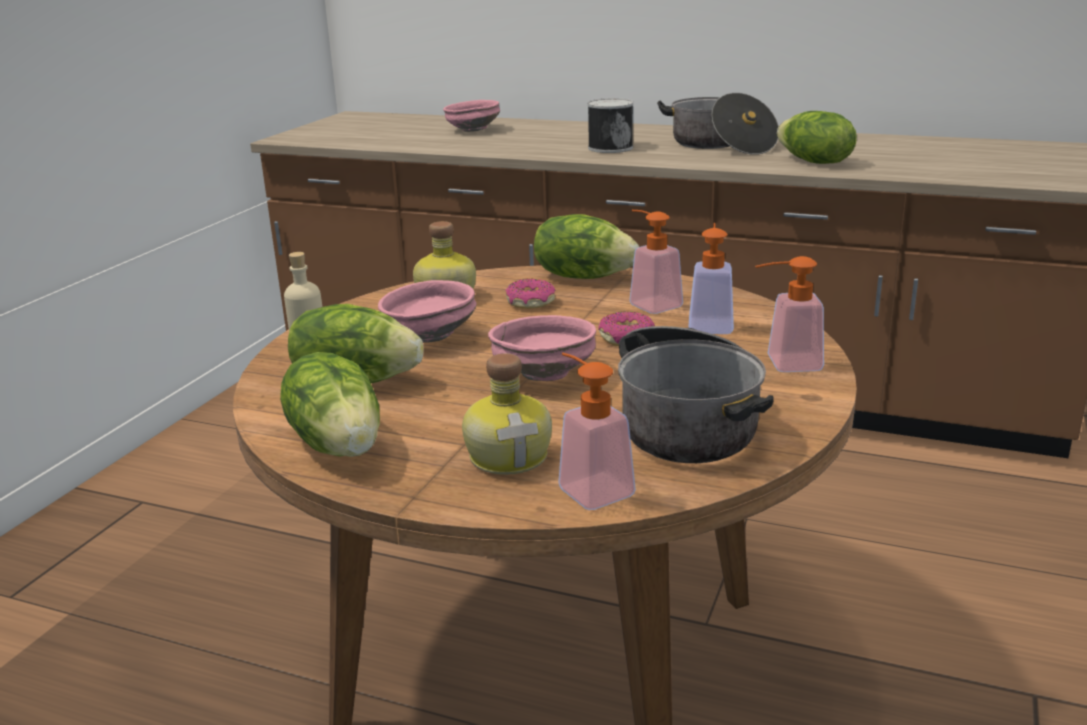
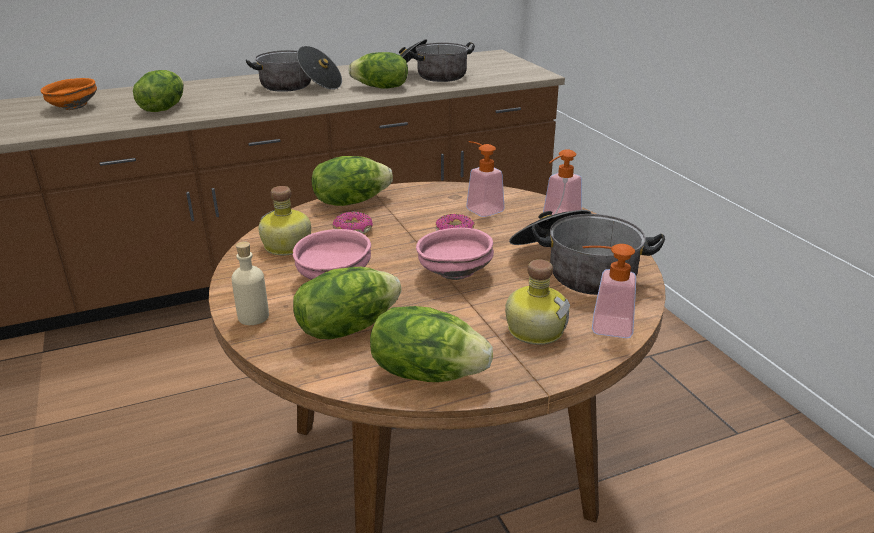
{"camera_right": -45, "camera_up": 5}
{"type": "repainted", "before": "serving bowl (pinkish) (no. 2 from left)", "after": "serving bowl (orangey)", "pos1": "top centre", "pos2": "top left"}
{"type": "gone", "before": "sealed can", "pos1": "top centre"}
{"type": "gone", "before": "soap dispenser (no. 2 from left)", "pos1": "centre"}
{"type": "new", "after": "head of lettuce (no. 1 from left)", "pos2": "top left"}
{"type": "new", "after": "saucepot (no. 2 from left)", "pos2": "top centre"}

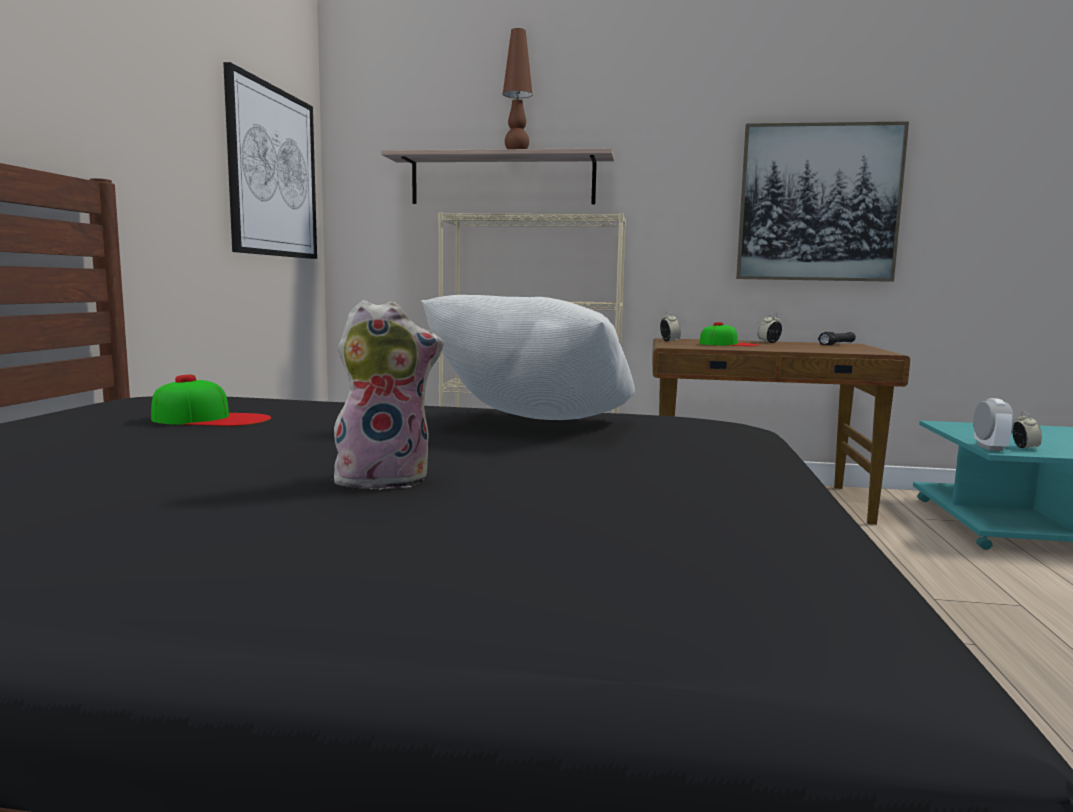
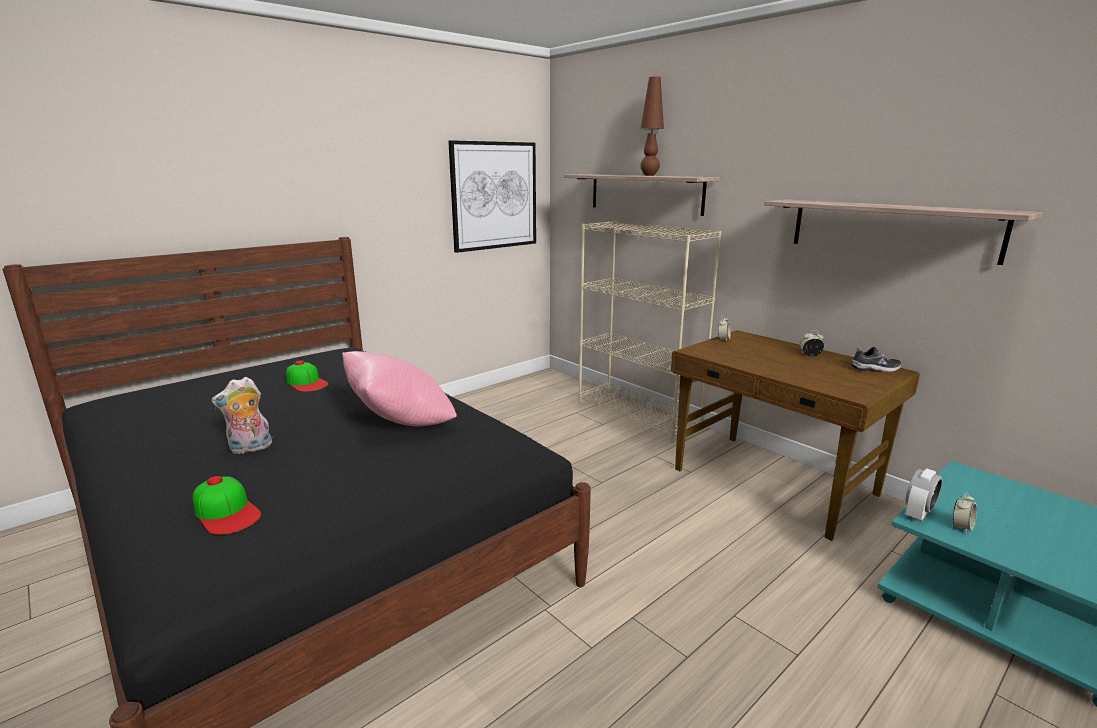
{"camera_right": 40, "camera_up": 10}
{"type": "rotated", "before": "soft toy", "pos1": "centre", "pos2": "middle left", "turn": 120}
{"type": "repainted", "before": "throw pillow (whitish)", "after": "throw pillow (pinkish)", "pos1": "centre", "pos2": "centre"}
{"type": "shifted", "before": "peaked cap (no. 2 from left in the first image)", "after": "peaked cap (no. 1 from left)", "pos1": "middle right", "pos2": "bottom left"}
{"type": "swapped", "before": "wall art (no. 2 from left)", "after": "shelf (no. 2 from left)", "pos1": "top right", "pos2": "top right"}
{"type": "swapped", "before": "flashlight (blackish)", "after": "item of footwear", "pos1": "middle right", "pos2": "middle right"}

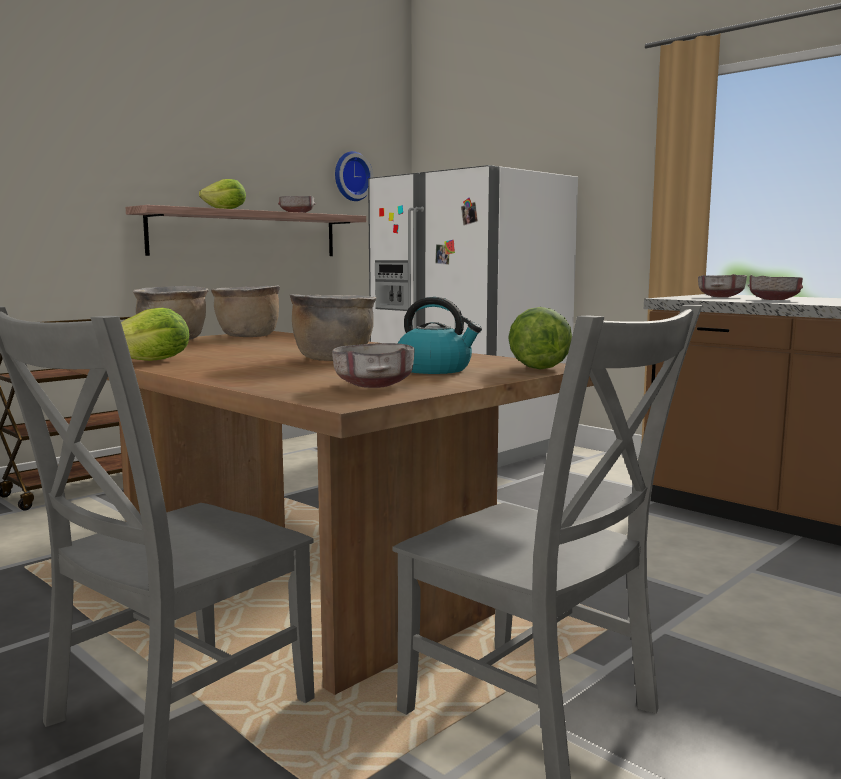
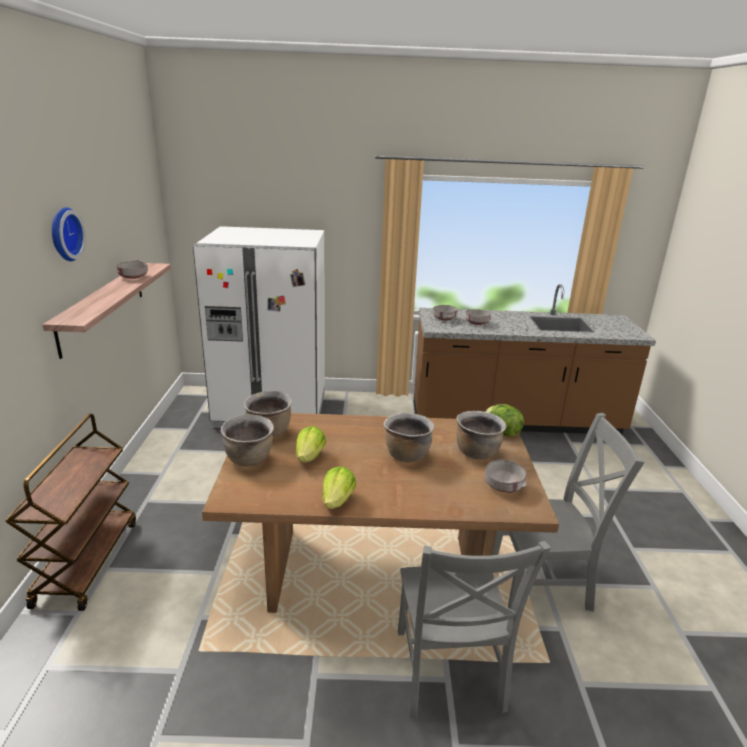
{"camera_right": -45, "camera_up": 15}
{"type": "shifted", "before": "head of lettuce (no. 2 from left in the first image)", "after": "head of lettuce (no. 1 from left)", "pos1": "top left", "pos2": "centre"}
{"type": "shifted", "before": "clock on the wall", "pos1": "top centre", "pos2": "top left"}
{"type": "swapped", "before": "water kettle", "after": "saucepot (brown) (no. 4 from left)", "pos1": "centre", "pos2": "centre"}

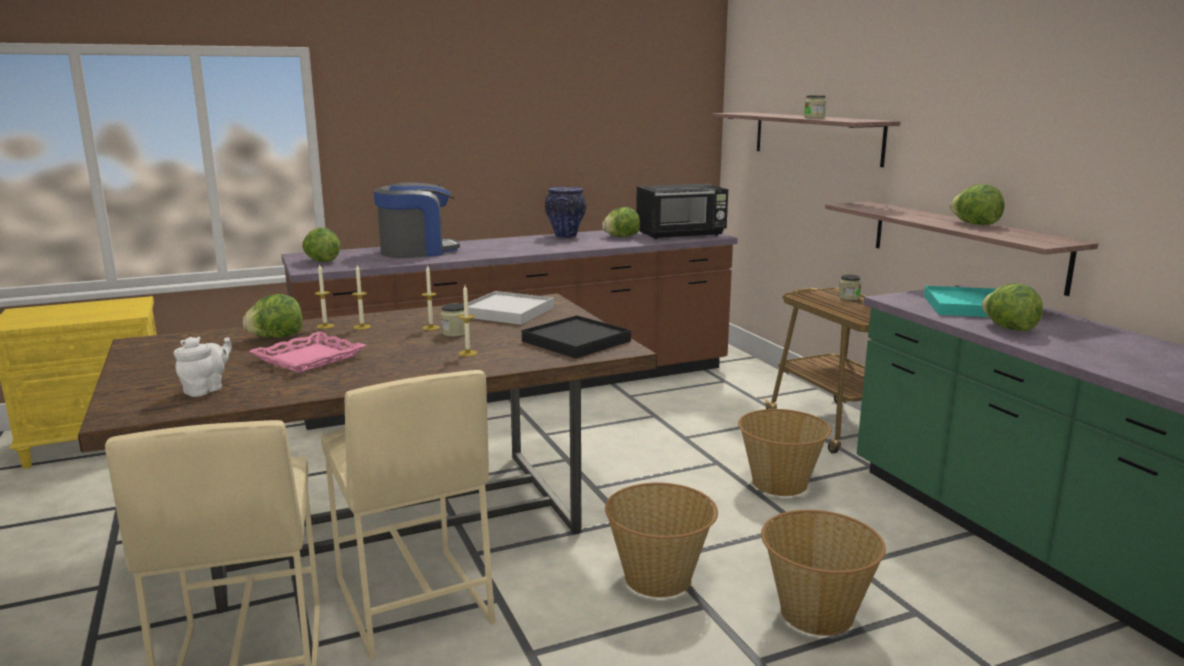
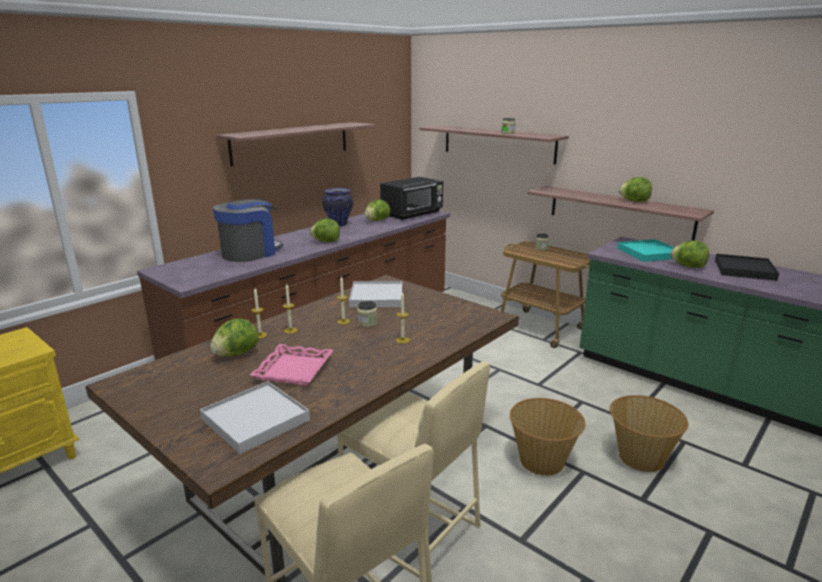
{"camera_right": -25, "camera_up": 5}
{"type": "swapped", "before": "pot for tea (whitish)", "after": "serving tray (whitish) (no. 1 from left)", "pos1": "middle left", "pos2": "bottom left"}
{"type": "shifted", "before": "head of lettuce (no. 2 from left)", "pos1": "middle left", "pos2": "centre"}
{"type": "shifted", "before": "serving tray (blackish)", "pos1": "centre", "pos2": "middle right"}
{"type": "gone", "before": "basket (no. 2 from left)", "pos1": "bottom centre"}
{"type": "new", "after": "shelf (no. 1 from left)", "pos2": "top centre"}

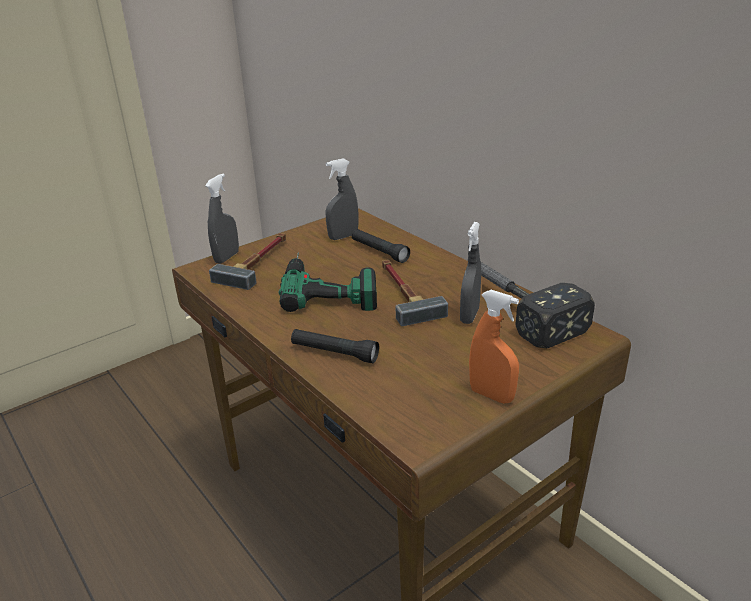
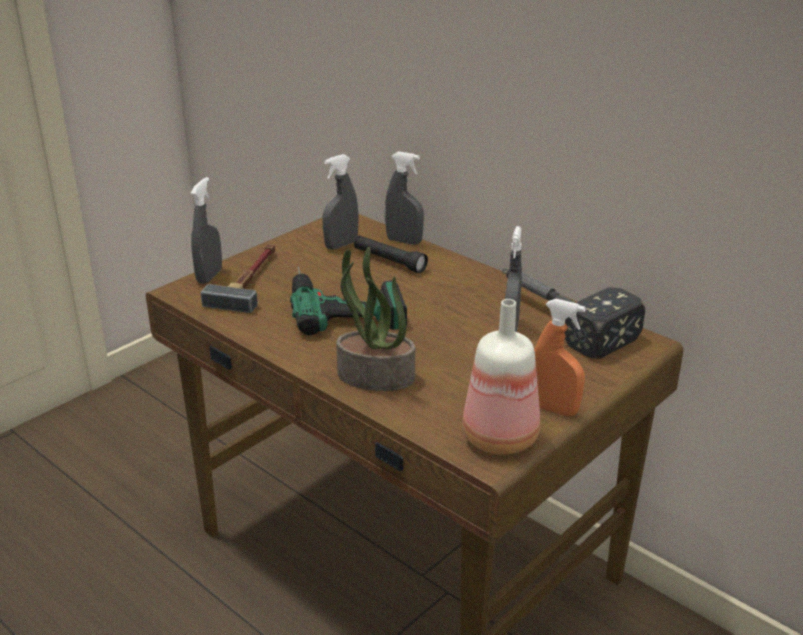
{"camera_right": -10, "camera_up": 0}
{"type": "swapped", "before": "flashlight (blackish) (no. 1 from left)", "after": "houseplant", "pos1": "centre", "pos2": "centre"}
{"type": "gone", "before": "hammer (no. 2 from left)", "pos1": "centre"}
{"type": "new", "after": "spray bottle (grey) (no. 3 from left)", "pos2": "top centre"}
{"type": "new", "after": "beverage bottle", "pos2": "centre"}

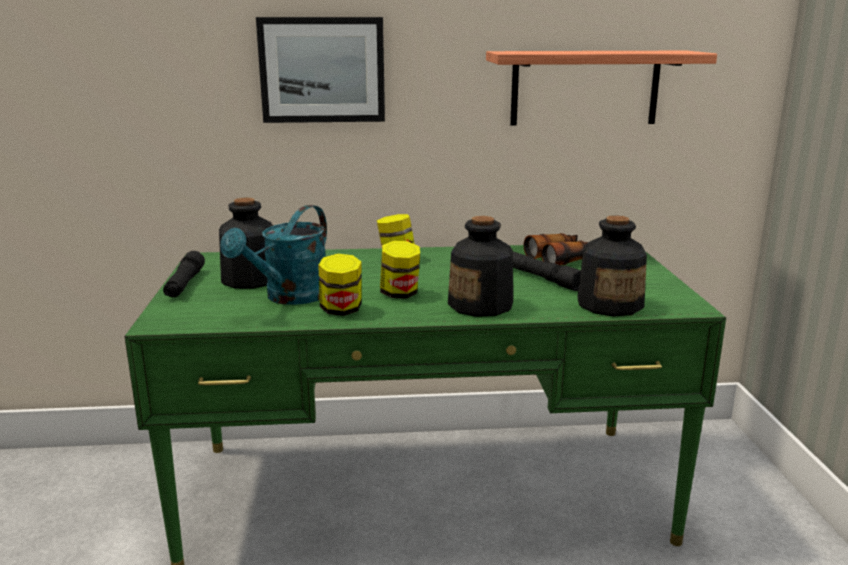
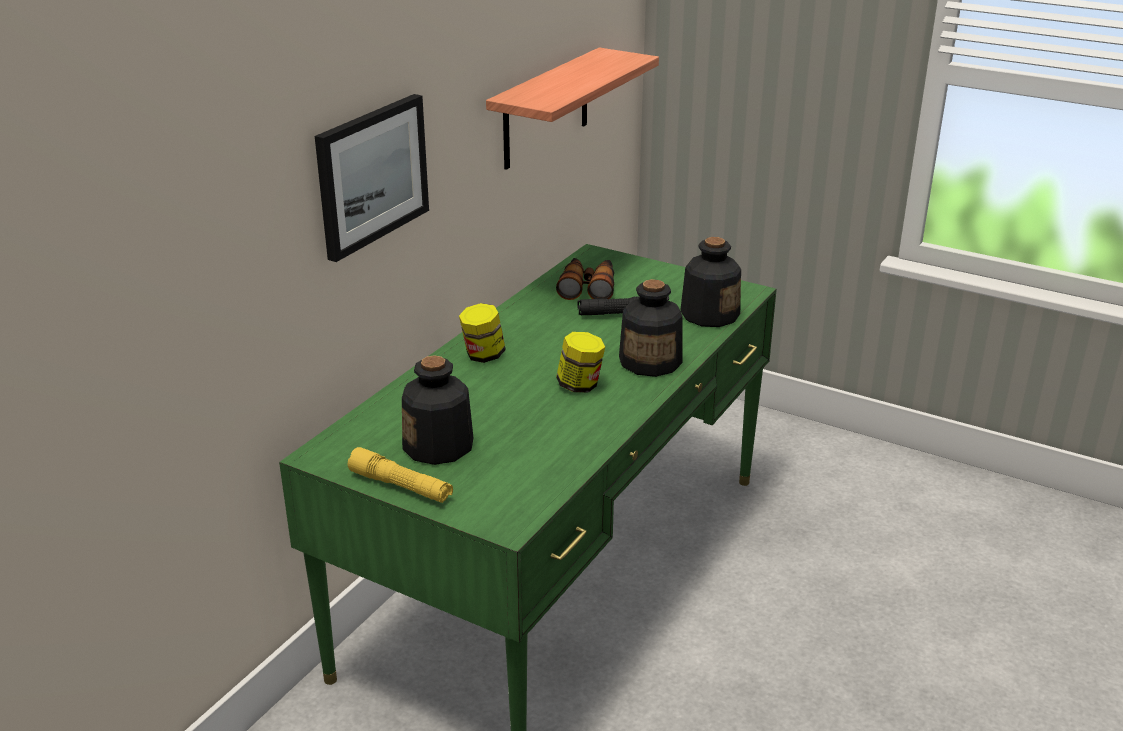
{"camera_right": -55, "camera_up": 10}
{"type": "repainted", "before": "flashlight (blackish) (no. 1 from left)", "after": "flashlight (yellow)", "pos1": "middle left", "pos2": "centre"}
{"type": "gone", "before": "watering can (turquoise)", "pos1": "middle left"}
{"type": "gone", "before": "storage jar (no. 1 from left)", "pos1": "centre"}

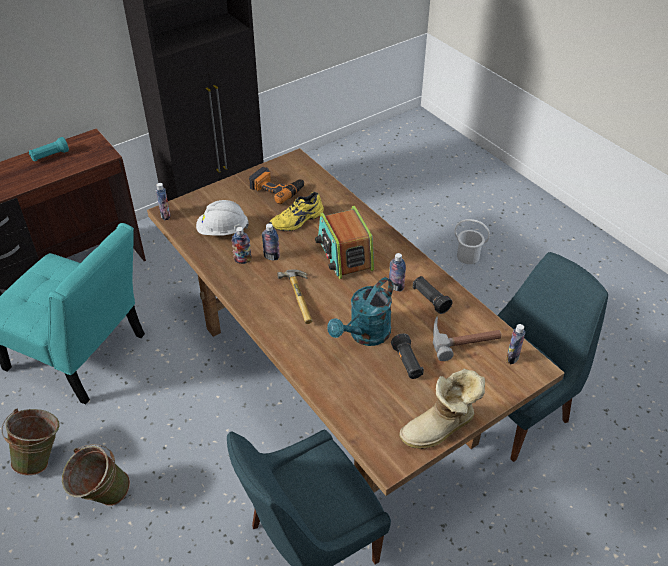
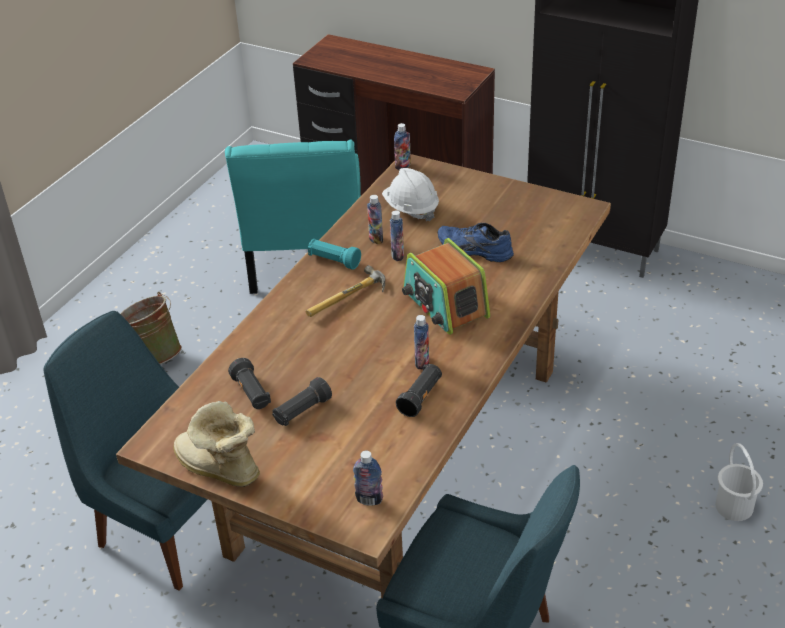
{"camera_right": 65, "camera_up": -5}
{"type": "gone", "before": "bucket (green-coloured) (no. 1 from left)", "pos1": "bottom left"}
{"type": "shifted", "before": "flashlight (turquoise)", "pos1": "top left", "pos2": "centre"}
{"type": "gone", "before": "electric drill", "pos1": "top centre"}
{"type": "repainted", "before": "item of footwear (yellow)", "after": "item of footwear (blue-coloured)", "pos1": "centre", "pos2": "centre"}
{"type": "rotated", "before": "radio set", "pos1": "centre", "pos2": "centre", "turn": -75}
{"type": "gone", "before": "watering can (turquoise)", "pos1": "centre"}
{"type": "gone", "before": "hammer (no. 2 from left)", "pos1": "middle right"}
{"type": "new", "after": "flashlight (blackish) (no. 1 from left)", "pos2": "middle left"}

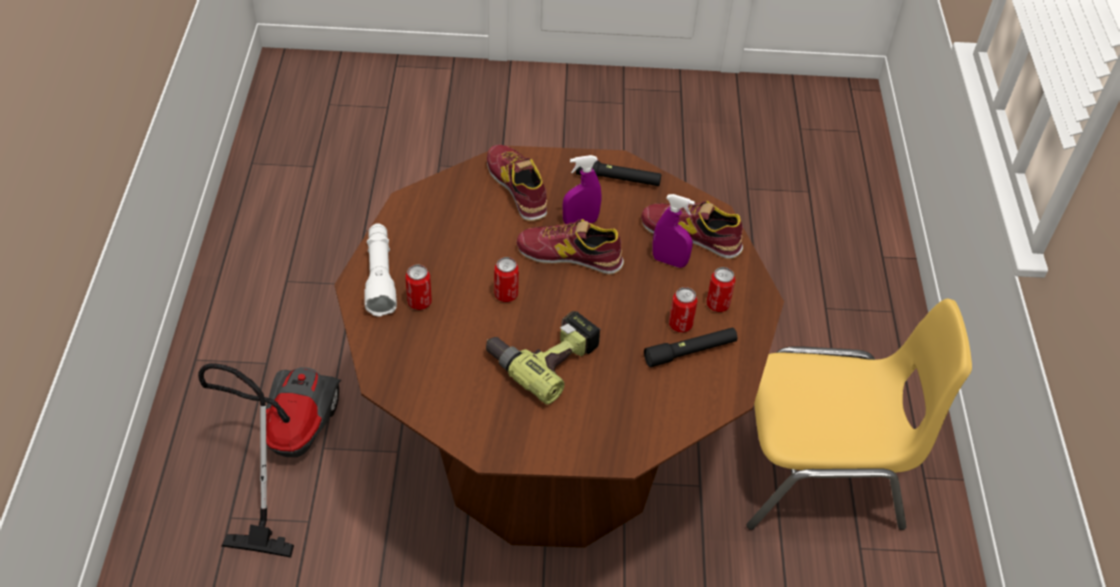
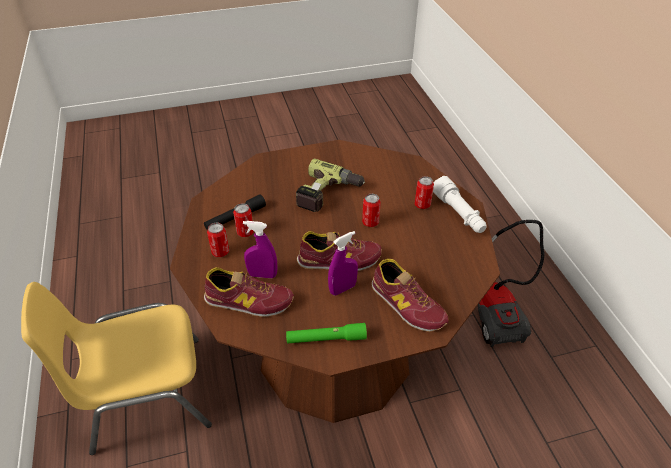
{"camera_right": 165, "camera_up": -5}
{"type": "repainted", "before": "flashlight (blackish) (no. 1 from left)", "after": "flashlight (green-coloured)", "pos1": "top centre", "pos2": "bottom centre"}

